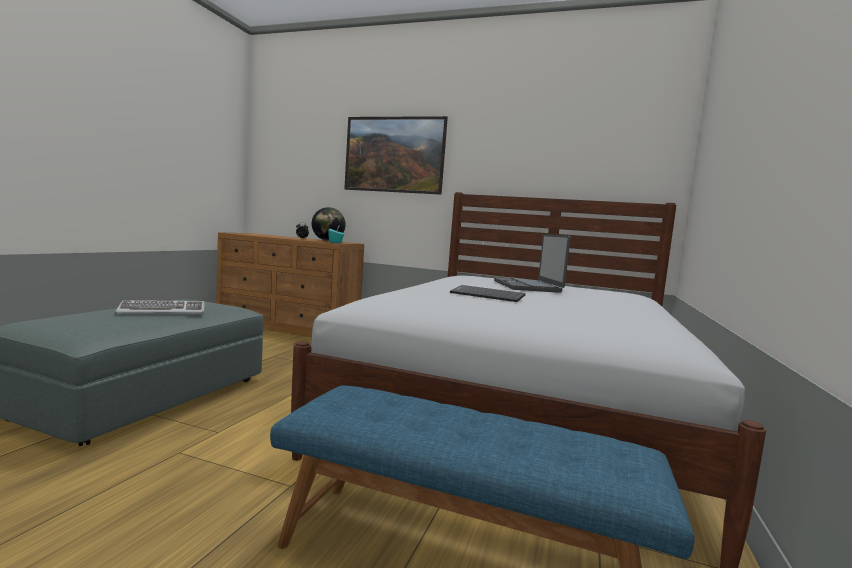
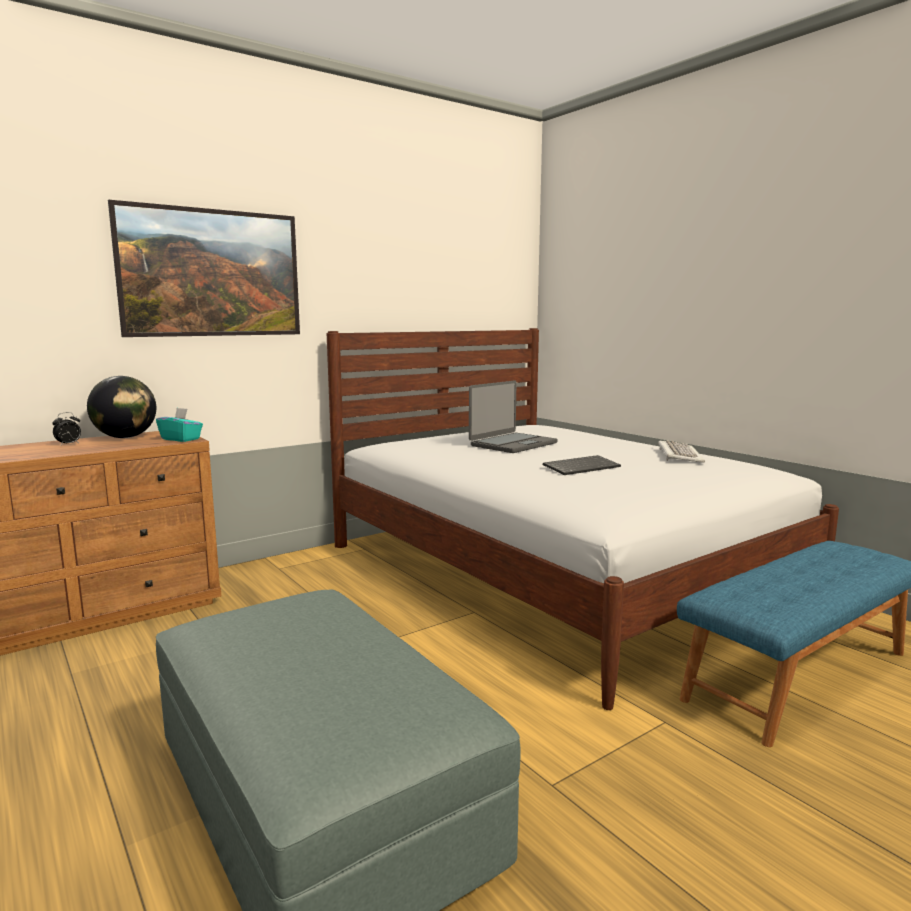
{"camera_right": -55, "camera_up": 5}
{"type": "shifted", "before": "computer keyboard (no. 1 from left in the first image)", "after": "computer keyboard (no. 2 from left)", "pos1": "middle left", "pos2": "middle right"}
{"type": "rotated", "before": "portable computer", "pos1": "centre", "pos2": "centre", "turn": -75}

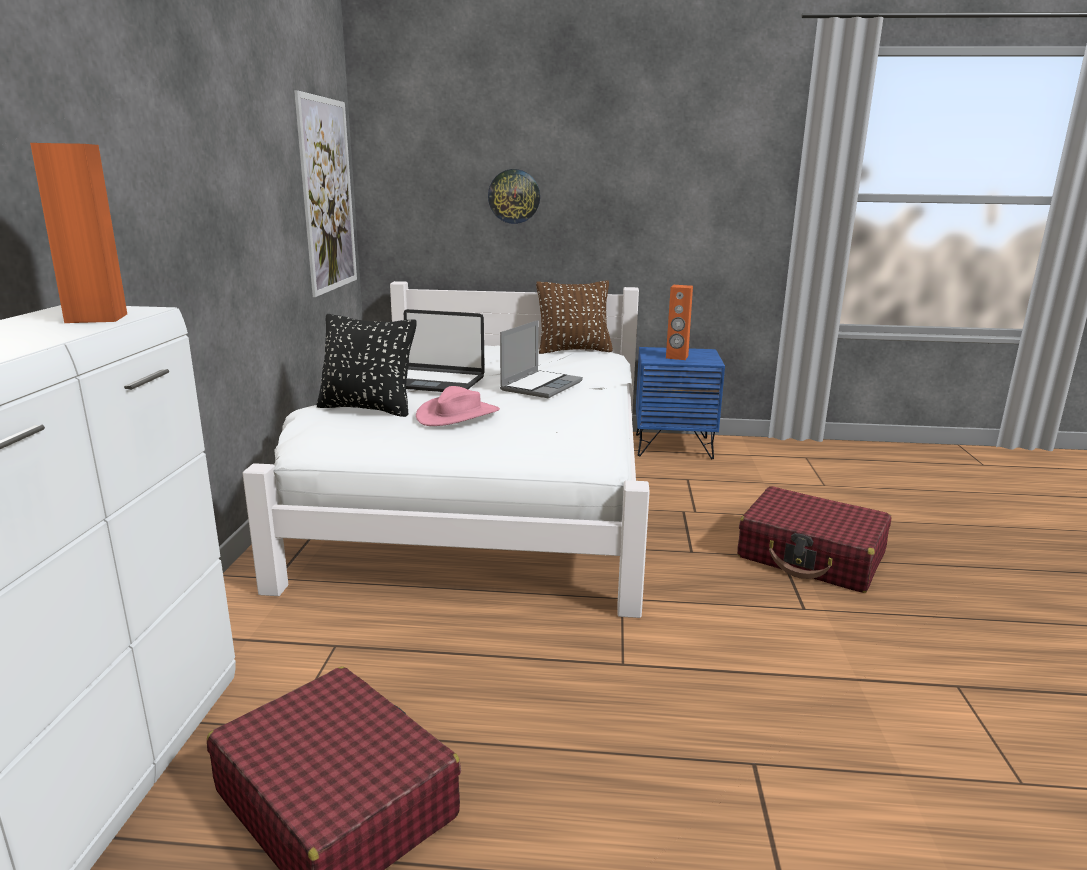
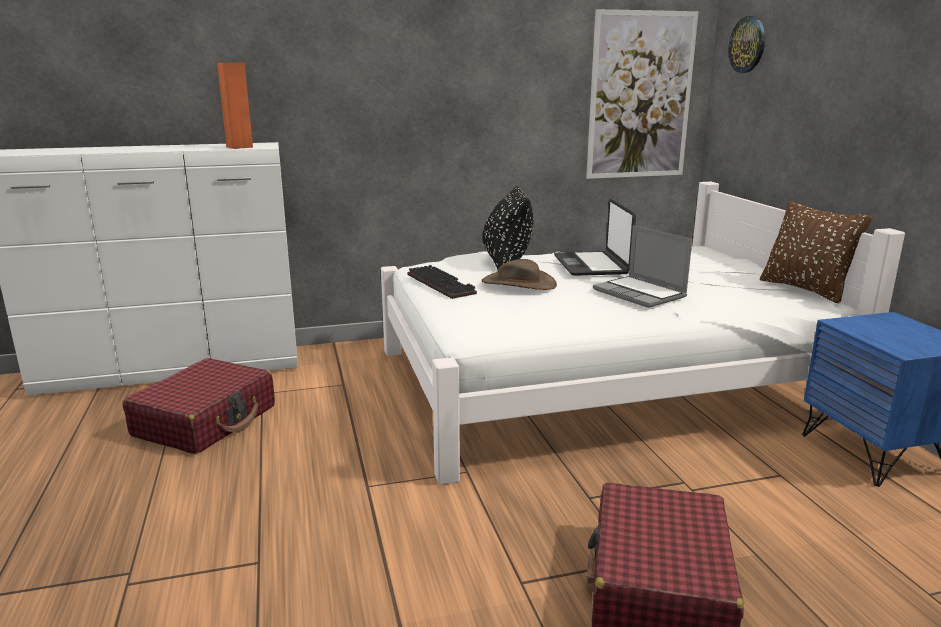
{"camera_right": 70, "camera_up": 0}
{"type": "repainted", "before": "clothing hat (pinkish)", "after": "clothing hat (brown)", "pos1": "centre", "pos2": "centre"}
{"type": "shifted", "before": "clock on the wall", "pos1": "top centre", "pos2": "top right"}
{"type": "rotated", "before": "portable computer (no. 2 from left)", "pos1": "centre", "pos2": "middle right", "turn": 45}
{"type": "gone", "before": "audio speaker (orangey) (no. 2 from left)", "pos1": "centre"}
{"type": "new", "after": "computer keyboard", "pos2": "centre"}

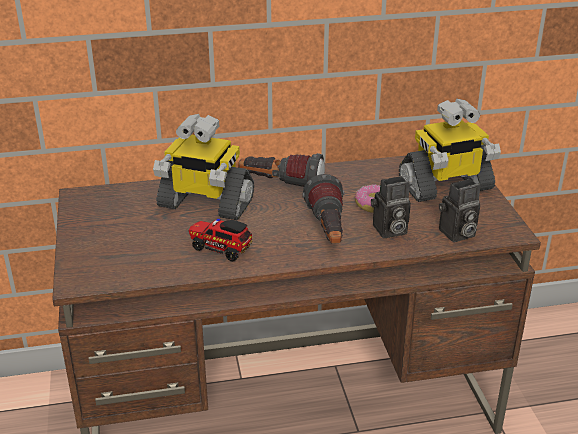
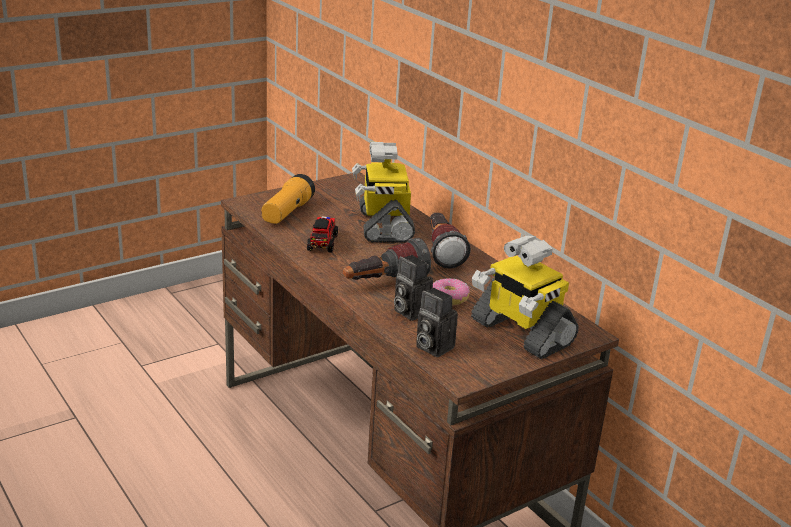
{"camera_right": 65, "camera_up": -5}
{"type": "new", "after": "flashlight (no. 1 from left)", "pos2": "centre"}

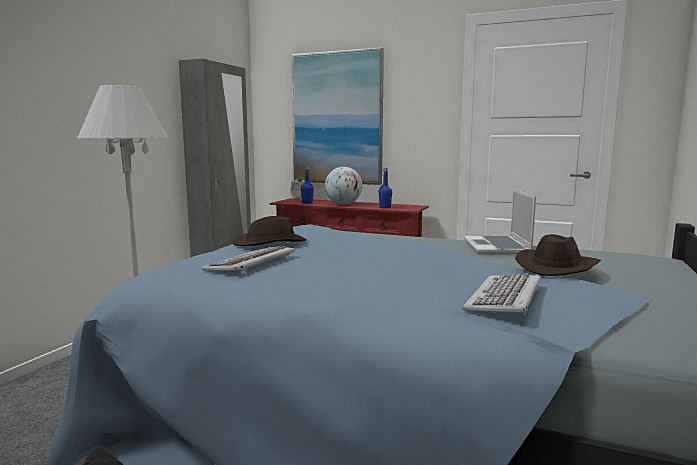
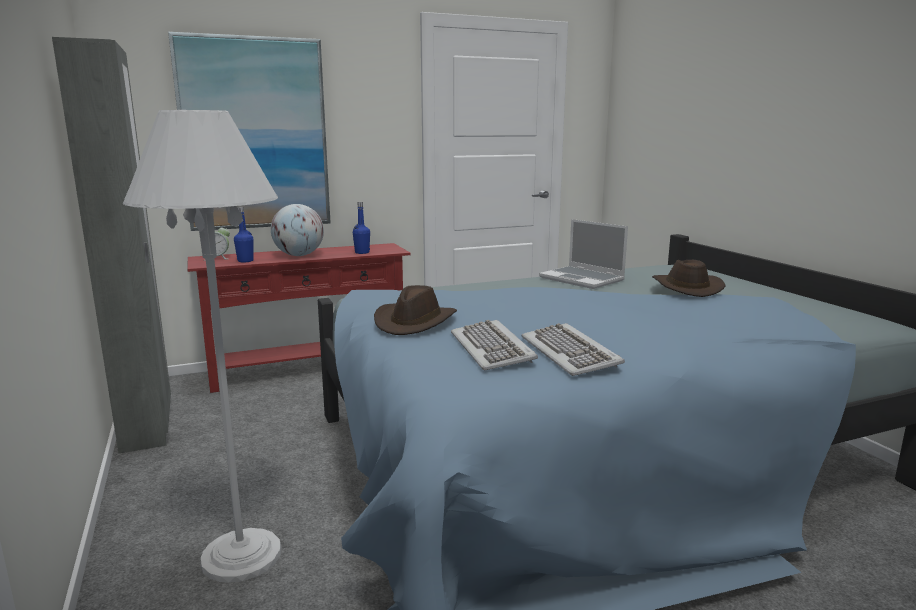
{"camera_right": -45, "camera_up": 5}
{"type": "shifted", "before": "computer keyboard (no. 2 from left)", "pos1": "middle right", "pos2": "centre"}

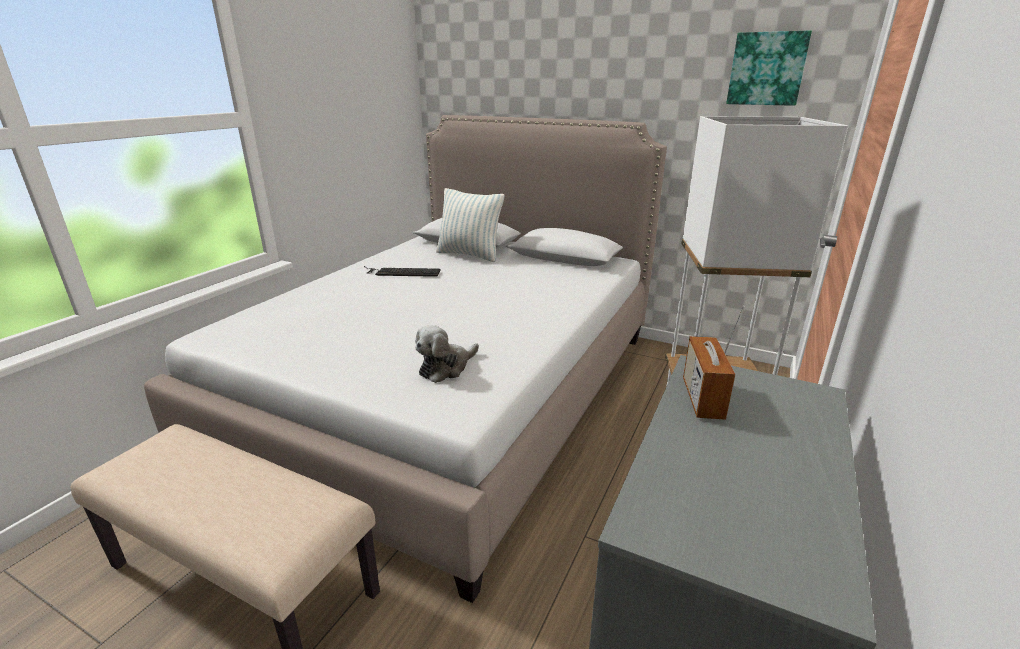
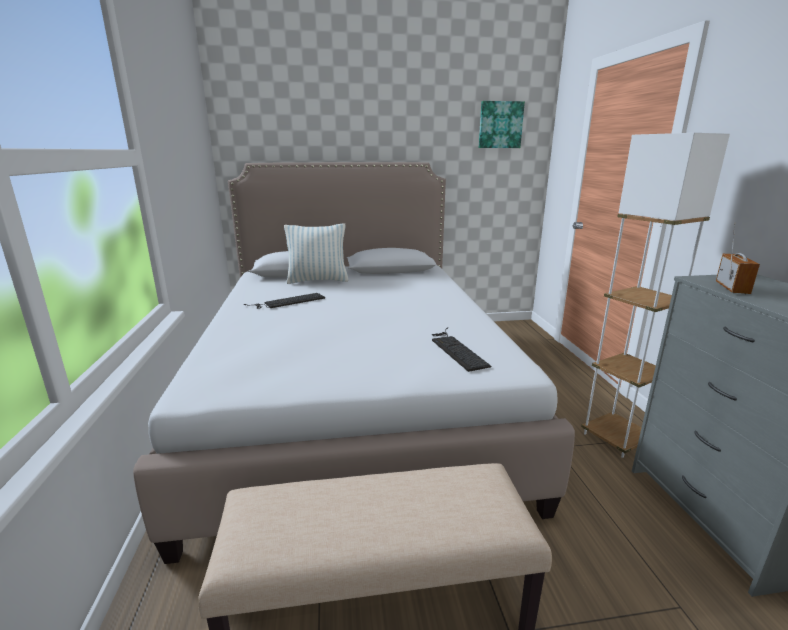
{"camera_right": -35, "camera_up": -5}
{"type": "swapped", "before": "soft toy", "after": "computer keyboard (no. 2 from left)", "pos1": "centre", "pos2": "centre"}
{"type": "rotated", "before": "radio set", "pos1": "middle right", "pos2": "middle right", "turn": -135}

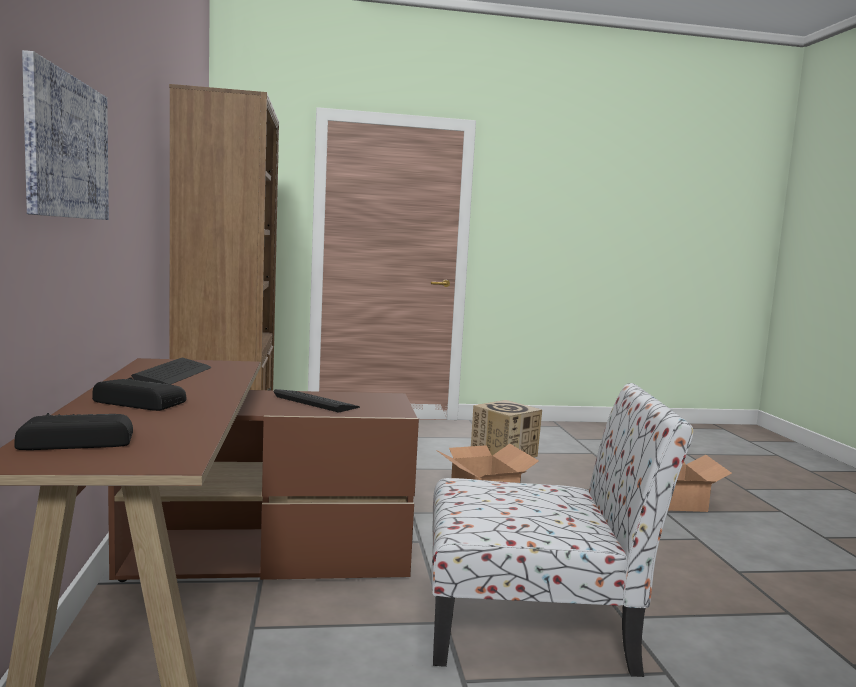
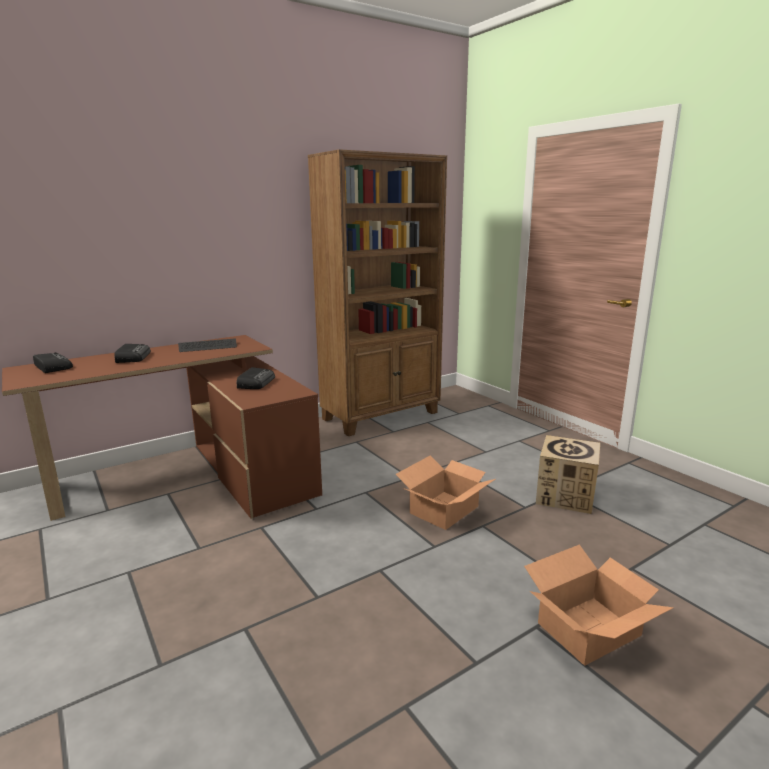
{"camera_right": 65, "camera_up": 10}
{"type": "gone", "before": "wall art", "pos1": "top left"}
{"type": "swapped", "before": "computer keyboard (no. 2 from left)", "after": "radio set (no. 3 from left)", "pos1": "centre", "pos2": "middle left"}
{"type": "gone", "before": "plain chair", "pos1": "bottom centre"}

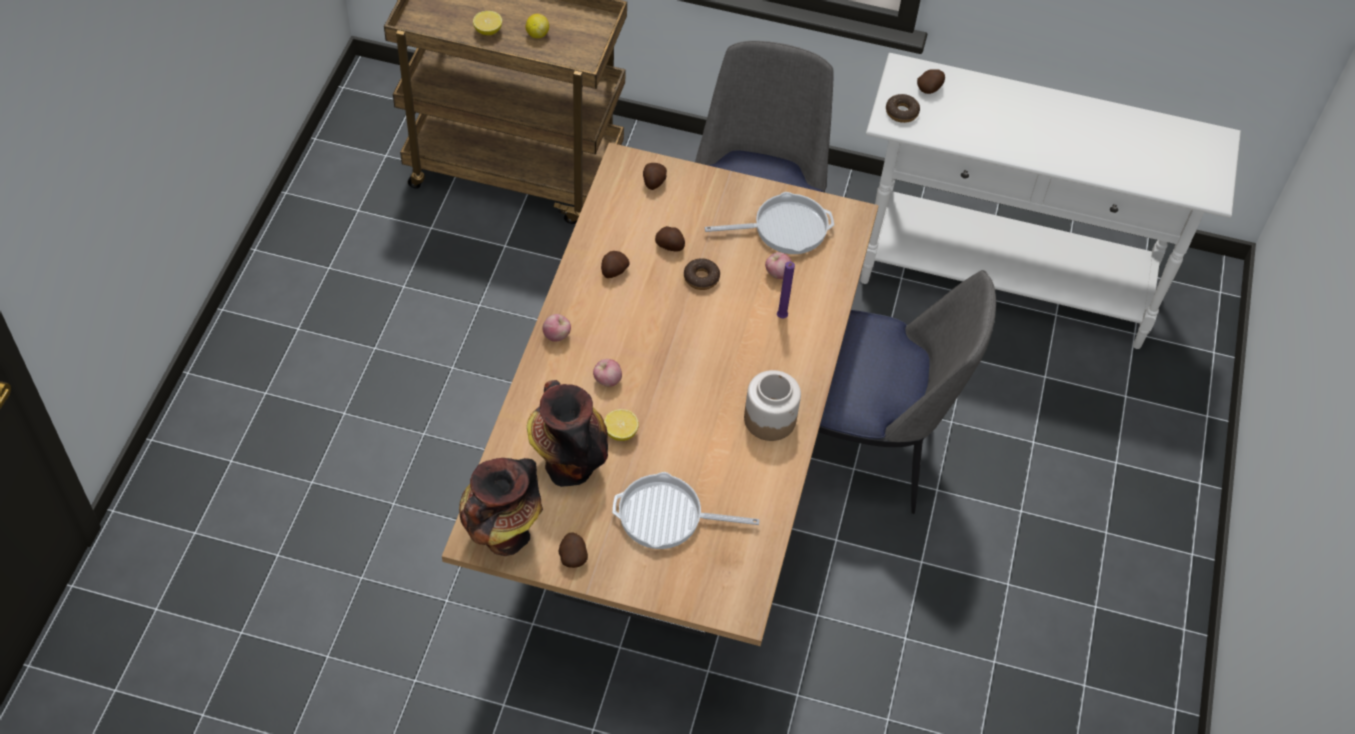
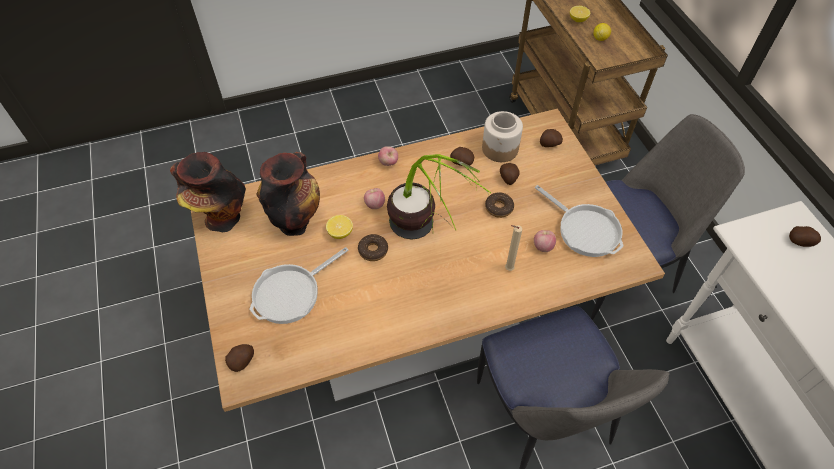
{"camera_right": 60, "camera_up": 0}
{"type": "shifted", "before": "whole potato (no. 1 from left)", "pos1": "bottom centre", "pos2": "bottom left"}
{"type": "rotated", "before": "frying pan (no. 1 from left)", "pos1": "bottom centre", "pos2": "centre", "turn": -105}
{"type": "shifted", "before": "storage jar", "pos1": "centre", "pos2": "top centre"}
{"type": "repainted", "before": "candle (purple)", "after": "candle (beige)", "pos1": "centre", "pos2": "centre"}
{"type": "shifted", "before": "doughnut (no. 2 from left in the first image)", "after": "doughnut (no. 1 from left)", "pos1": "top centre", "pos2": "centre"}
{"type": "new", "after": "houseplant", "pos2": "centre"}

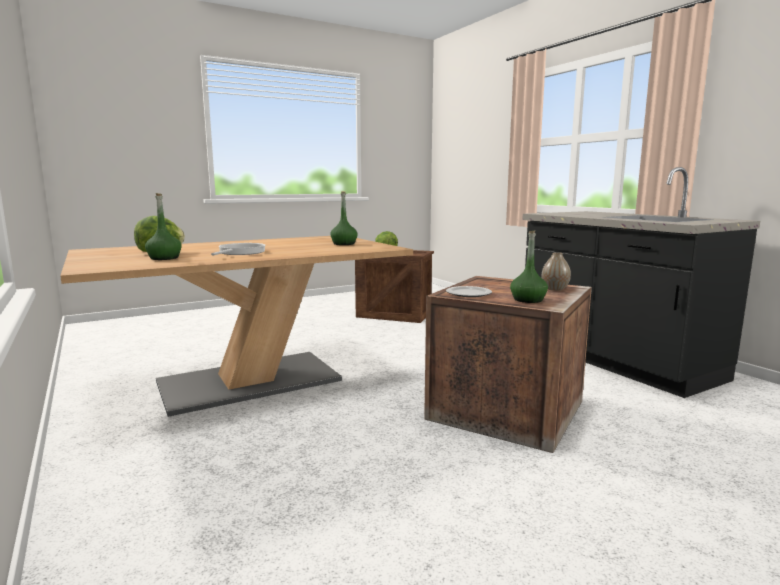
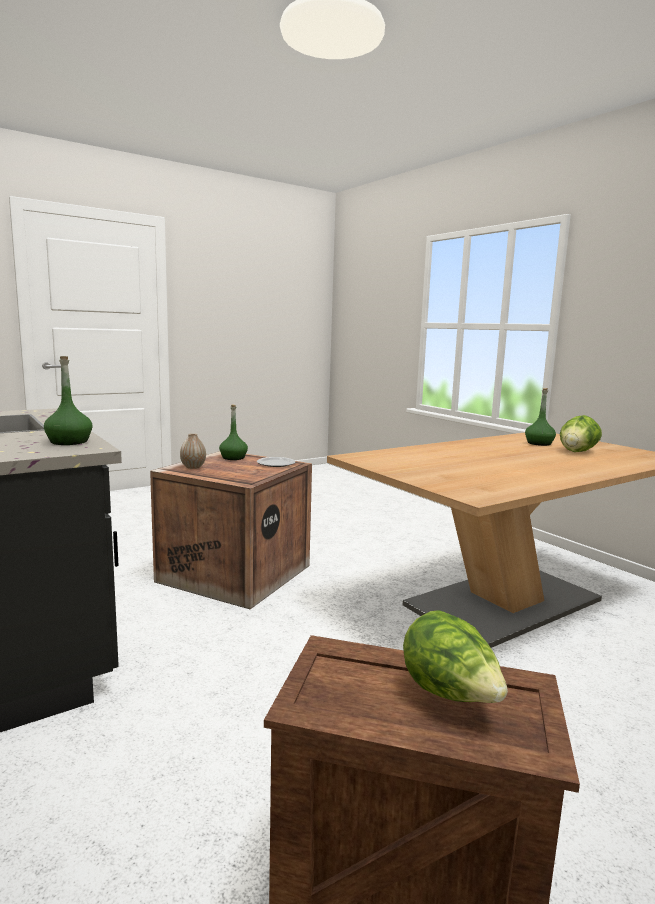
{"camera_right": 175, "camera_up": 0}
{"type": "gone", "before": "frying pan", "pos1": "middle left"}
{"type": "shifted", "before": "beverage bottle (green-coloured) (no. 2 from left in the first image)", "after": "beverage bottle (green-coloured) (no. 1 from left)", "pos1": "centre", "pos2": "middle left"}

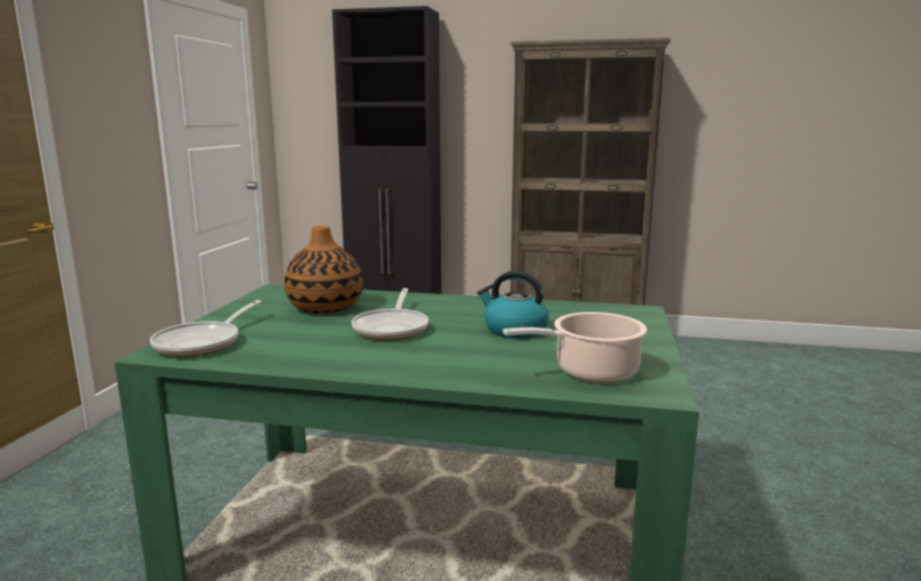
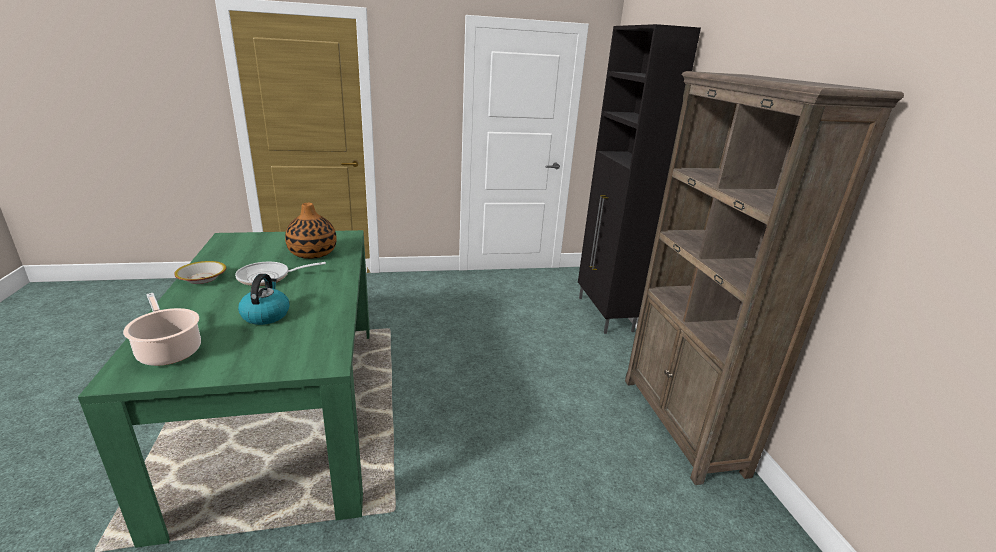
{"camera_right": 65, "camera_up": 10}
{"type": "gone", "before": "frying pan (no. 1 from left)", "pos1": "middle left"}
{"type": "new", "after": "serving bowl", "pos2": "middle left"}

